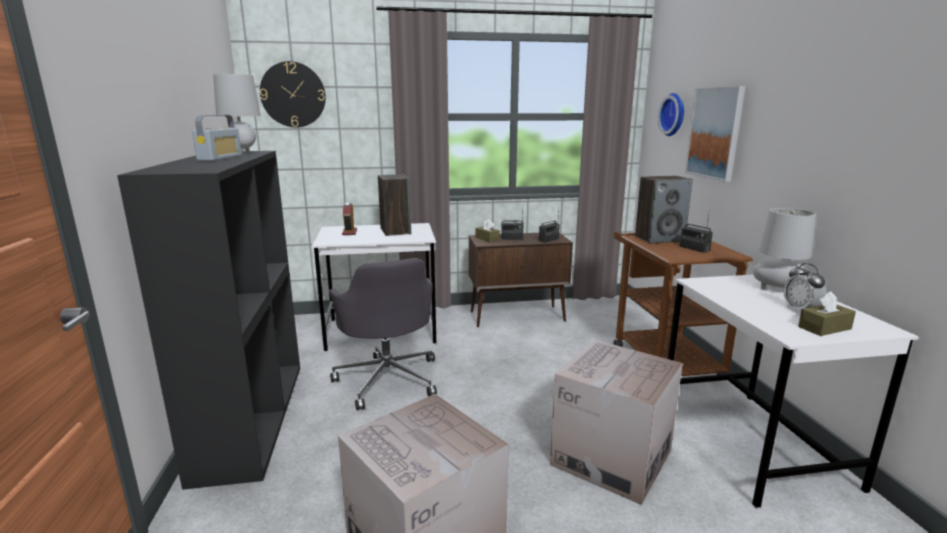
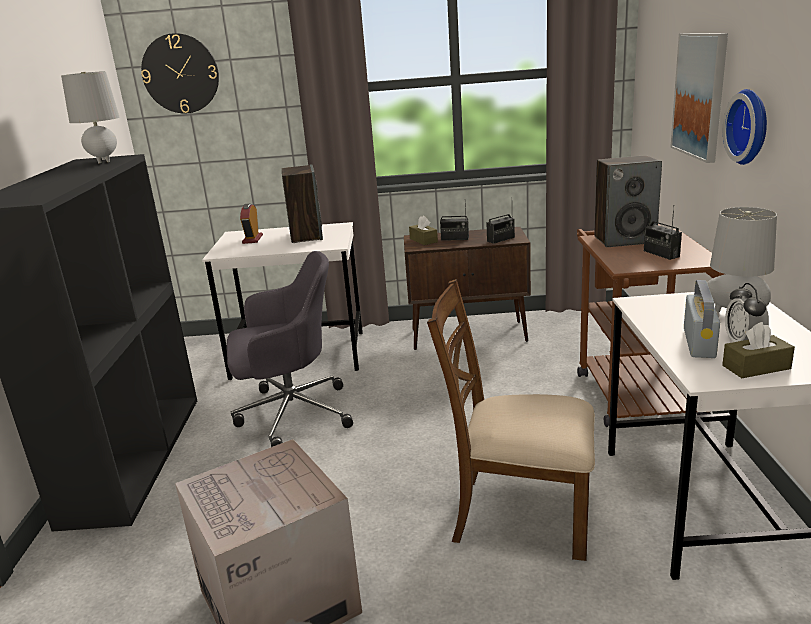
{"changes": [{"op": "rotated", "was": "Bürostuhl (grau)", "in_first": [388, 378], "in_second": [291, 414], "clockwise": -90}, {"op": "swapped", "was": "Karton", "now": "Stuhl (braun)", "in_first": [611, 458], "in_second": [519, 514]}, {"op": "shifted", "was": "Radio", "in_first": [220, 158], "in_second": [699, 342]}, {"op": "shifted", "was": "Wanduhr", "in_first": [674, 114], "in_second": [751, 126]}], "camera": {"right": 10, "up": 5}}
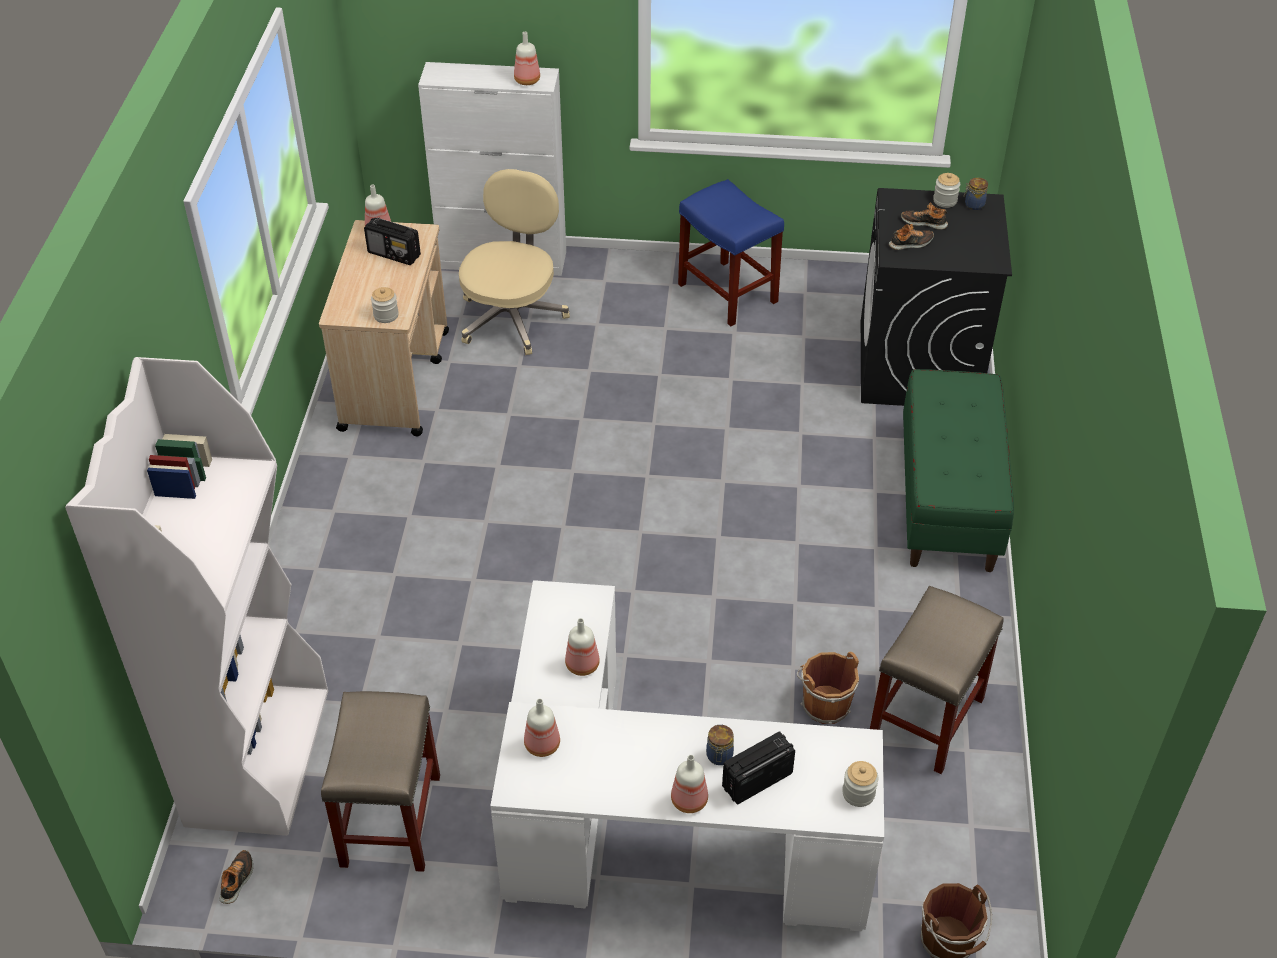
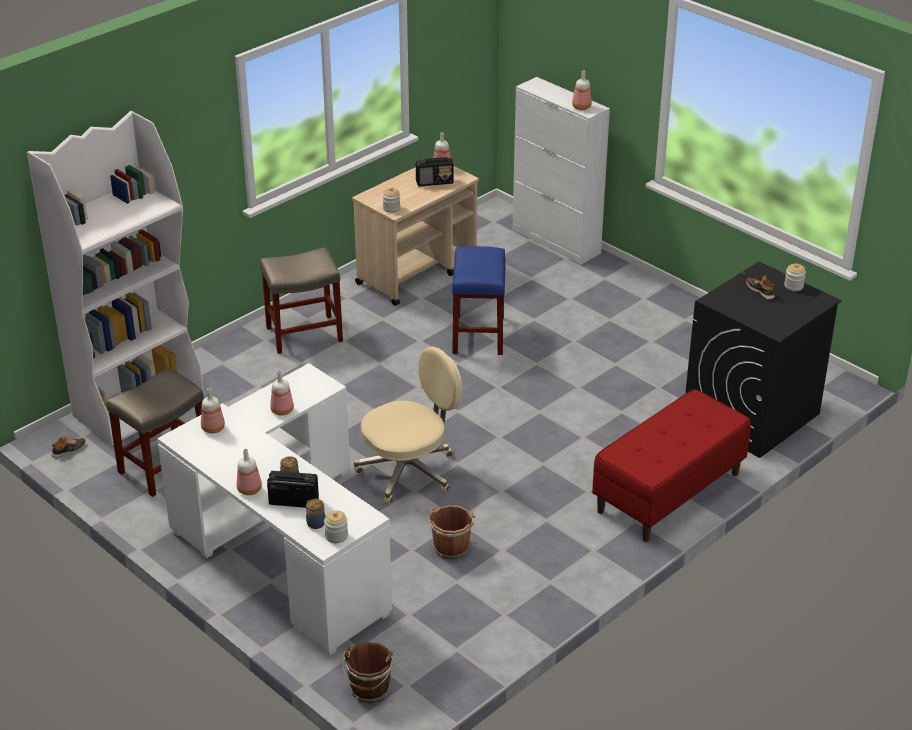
{"changes": [{"op": "shifted", "was": "Hocker (beige)", "in_first": [926, 720], "in_second": [303, 334]}, {"op": "shifted", "was": "Vorratsglas", "in_first": [973, 205], "in_second": [315, 523]}, {"op": "shifted", "was": "Bürostuhl (beige)", "in_first": [512, 317], "in_second": [409, 470]}, {"op": "rotated", "was": "Radio", "in_first": [394, 254], "in_second": [435, 182], "clockwise": -75}, {"op": "shifted", "was": "Hocker (blau)", "in_first": [726, 292], "in_second": [478, 334]}, {"op": "repainted", "was": "Bank (grün)", "now": "Bank (rot)", "in_first": [948, 501], "in_second": [669, 493]}, {"op": "gone", "was": "Schuh", "in_first": [911, 243]}], "camera": {"right": 40, "up": -10}}
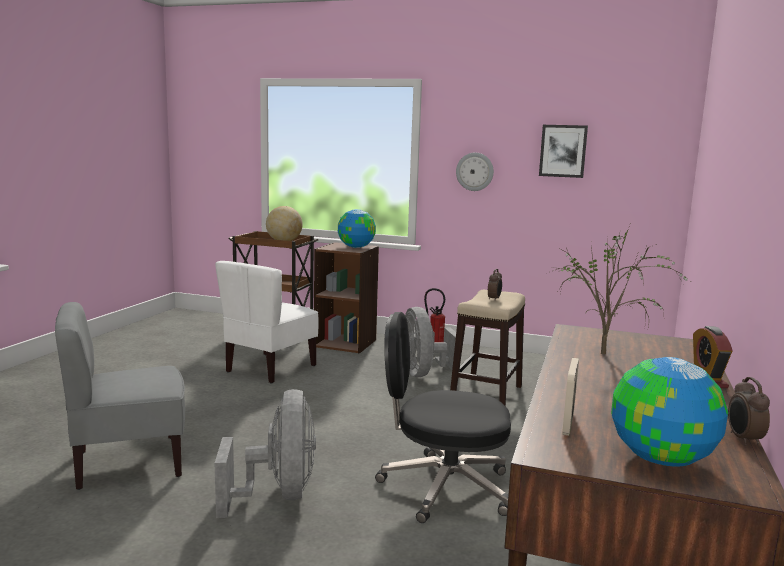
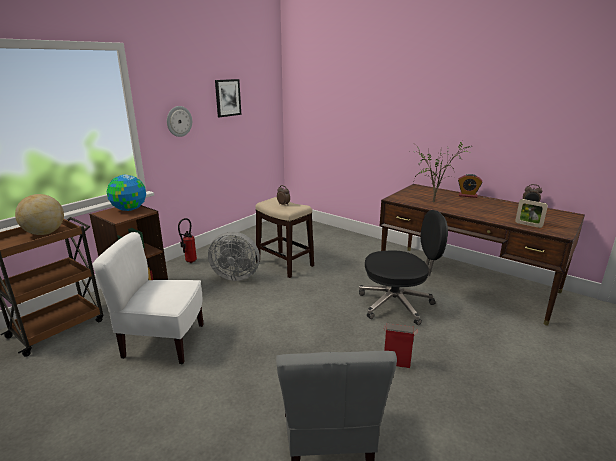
{"changes": [{"op": "rotated", "was": "Stuhl (weiß)", "in_first": [270, 368], "in_second": [163, 342], "clockwise": 135}, {"op": "rotated", "was": "Bürostuhl (schwarz)", "in_first": [443, 487], "in_second": [397, 304], "clockwise": -120}, {"op": "swapped", "was": "Ventilator (grau)", "now": "Karton", "in_first": [278, 495], "in_second": [397, 364]}, {"op": "gone", "was": "Globus", "in_first": [660, 459]}], "camera": {"right": -70, "up": 10}}
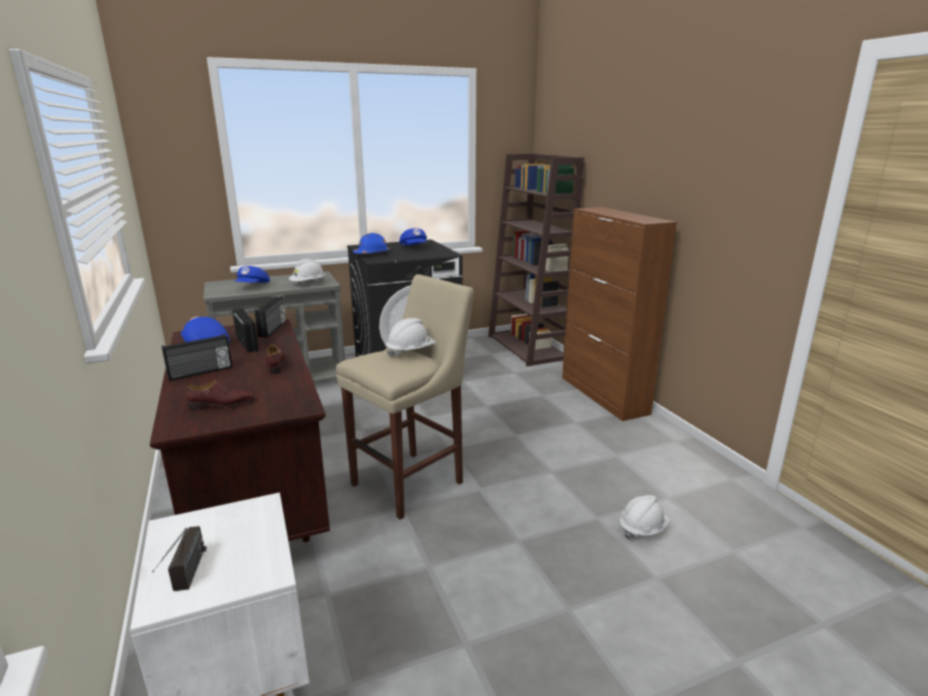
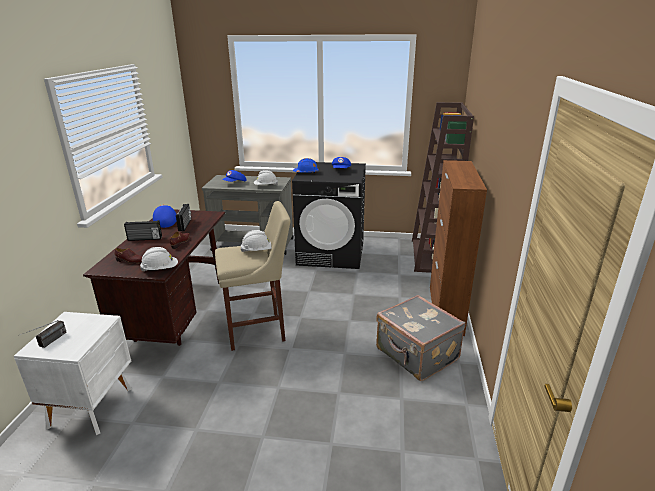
{"changes": [{"op": "shifted", "was": "Schutzhelm (weiß)", "in_first": [642, 529], "in_second": [160, 269]}, {"op": "new", "now": "Koffer (grau)", "in_second": [416, 355]}, {"op": "gone", "was": "Radio", "in_first": [273, 329]}], "camera": {"right": 30, "up": 5}}
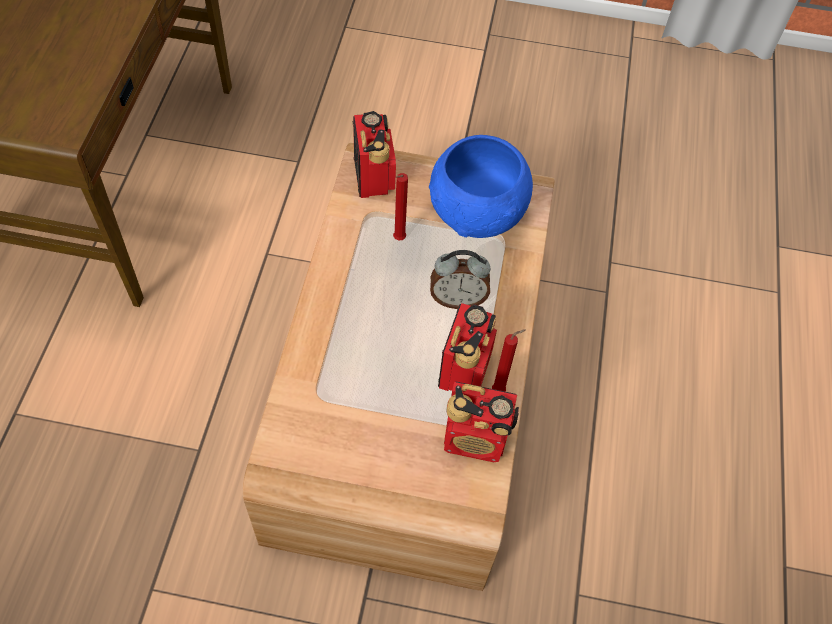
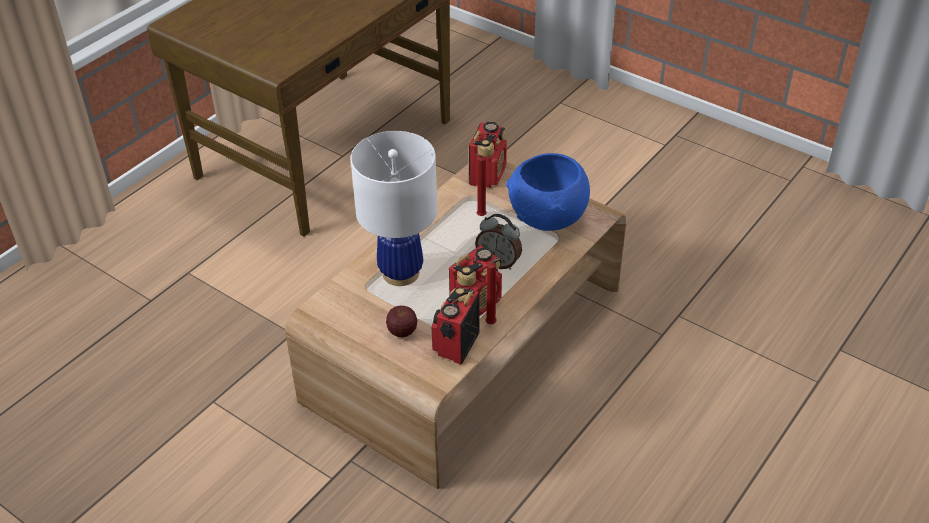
{"changes": [{"op": "new", "now": "Tischlampe (weiß)", "in_second": [401, 273]}, {"op": "new", "now": "Apfel", "in_second": [402, 332]}, {"op": "rotated", "was": "Radio", "in_first": [475, 439], "in_second": [456, 345], "clockwise": 75}], "camera": {"right": 30, "up": -15}}
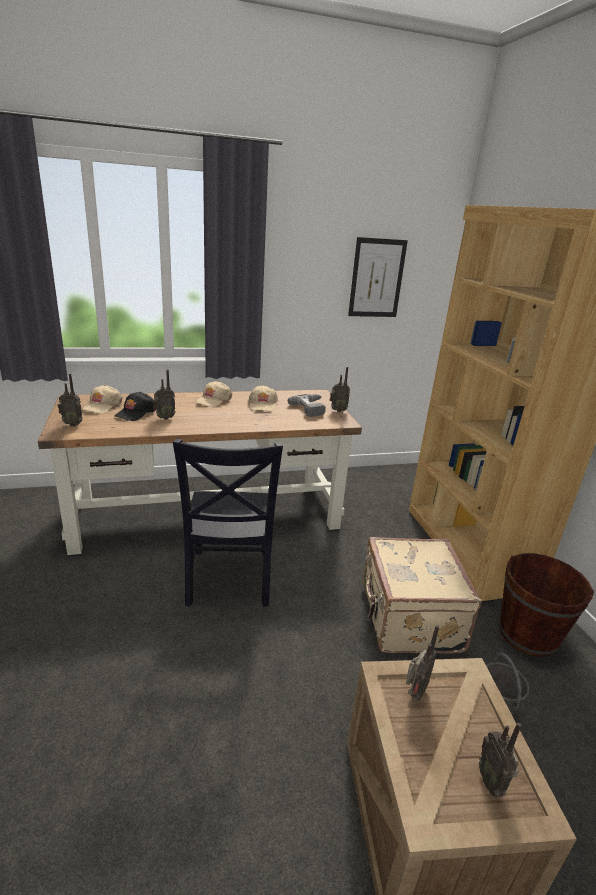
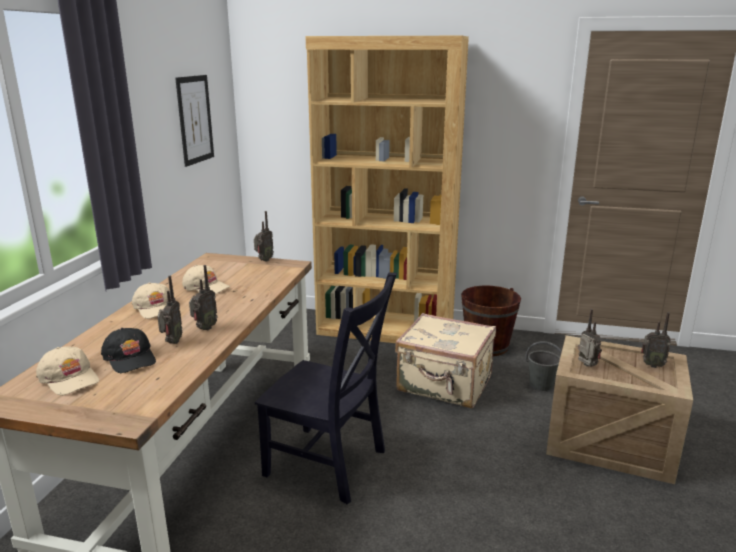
{"changes": [{"op": "shifted", "was": "Radio", "in_first": [73, 424], "in_second": [204, 328]}, {"op": "gone", "was": "Bohrmaschine", "in_first": [312, 408]}], "camera": {"right": -60, "up": -5}}
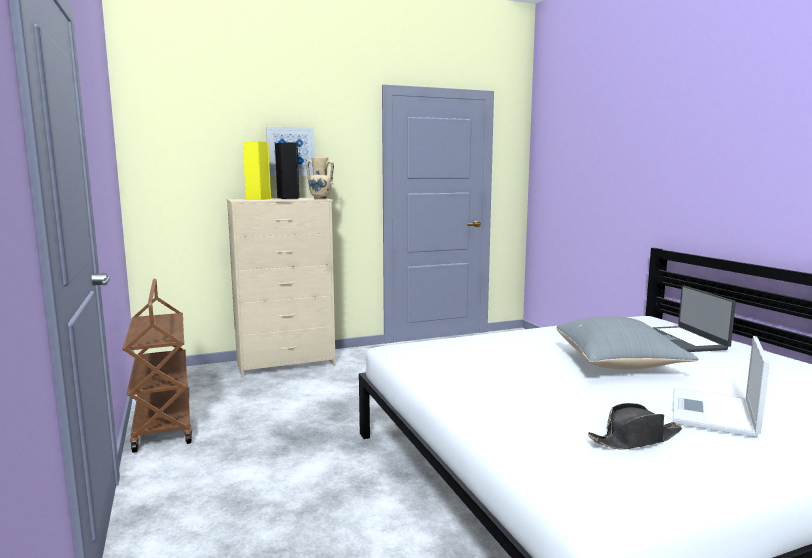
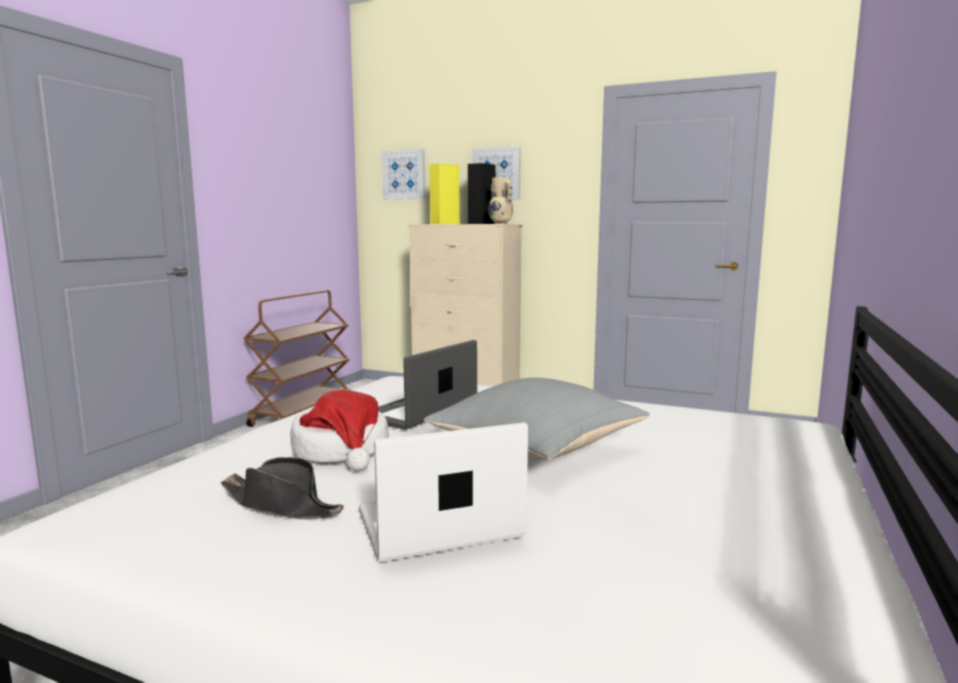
{"changes": [{"op": "new", "now": "Hut", "in_second": [342, 450]}, {"op": "shifted", "was": "Laptop", "in_first": [683, 339], "in_second": [420, 411]}, {"op": "new", "now": "Bild", "in_second": [404, 174]}], "camera": {"right": 45, "up": 0}}
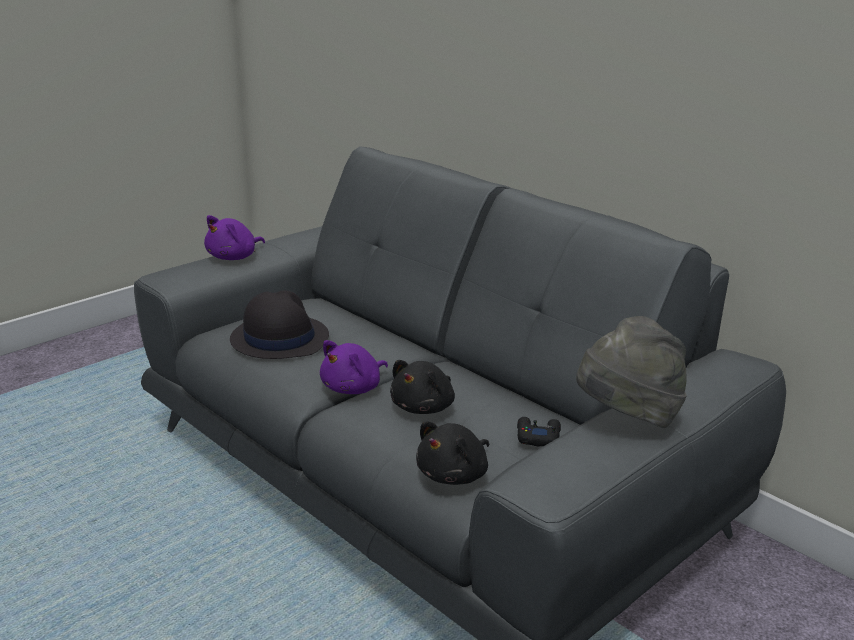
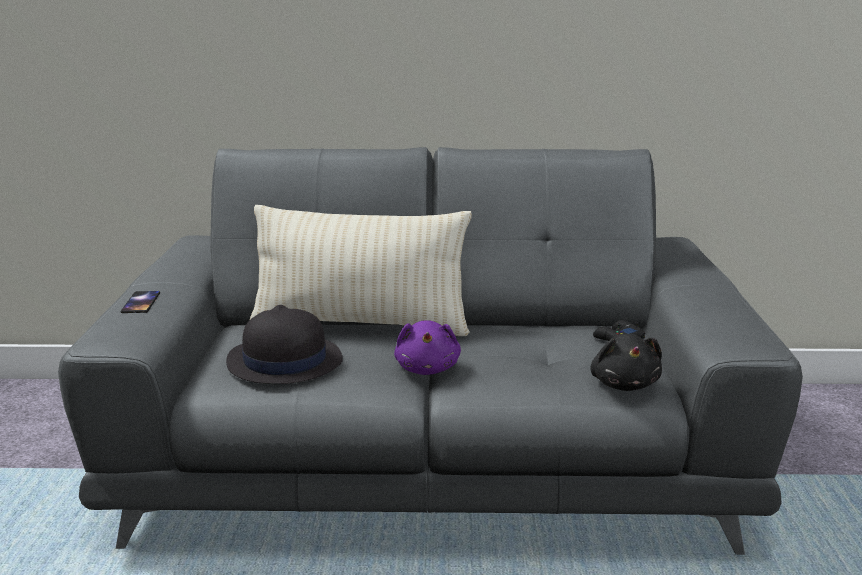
{"changes": [{"op": "swapped", "was": "Plüschtier (lila)", "now": "Handy", "in_first": [234, 257], "in_second": [141, 302]}, {"op": "new", "now": "Kissen (beige)", "in_second": [360, 325]}, {"op": "gone", "was": "Plüschtier (schwarz)", "in_first": [424, 407]}, {"op": "gone", "was": "Hut (grau)", "in_first": [627, 419]}], "camera": {"right": -45, "up": -5}}
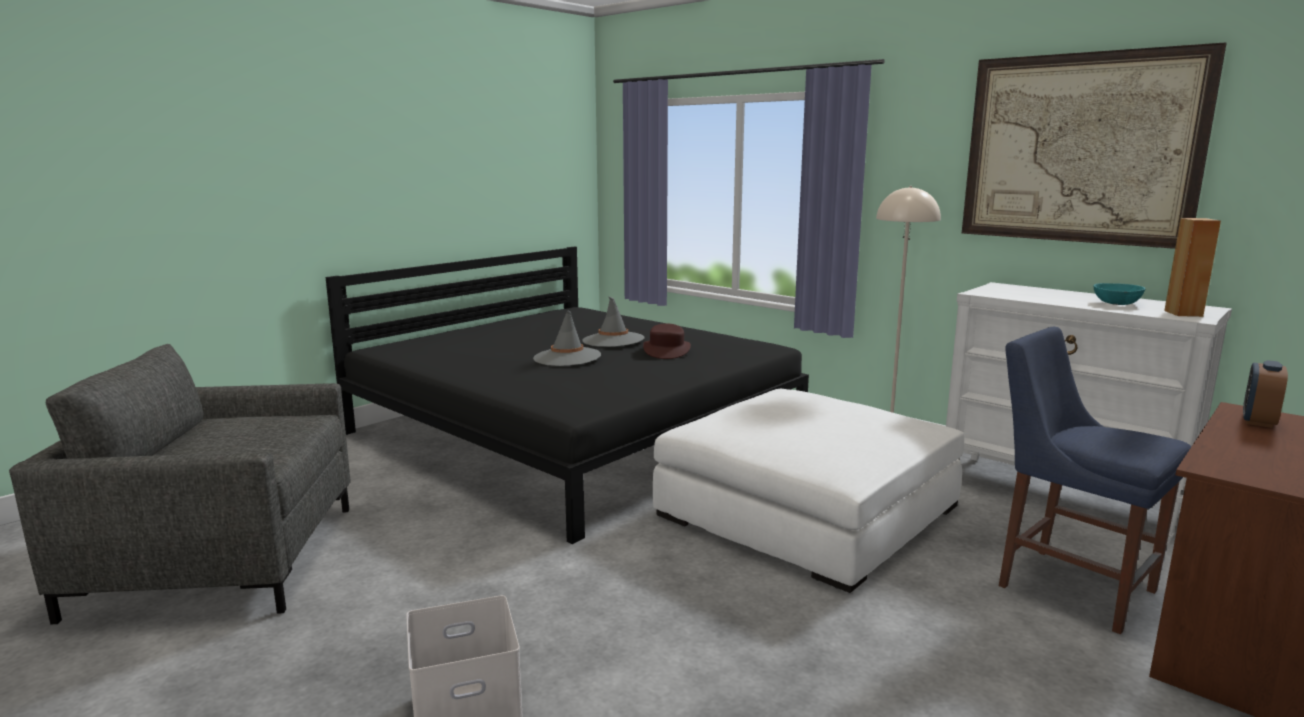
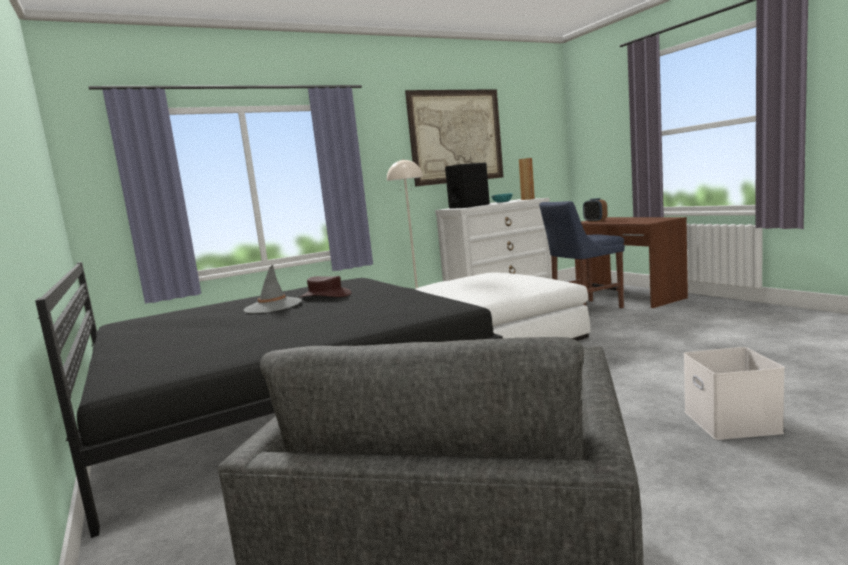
{"changes": [{"op": "new", "now": "Lautsprecher (schwarz)", "in_second": [469, 206]}, {"op": "gone", "was": "Hut (grau)", "in_first": [567, 357]}], "camera": {"right": -70, "up": -5}}
